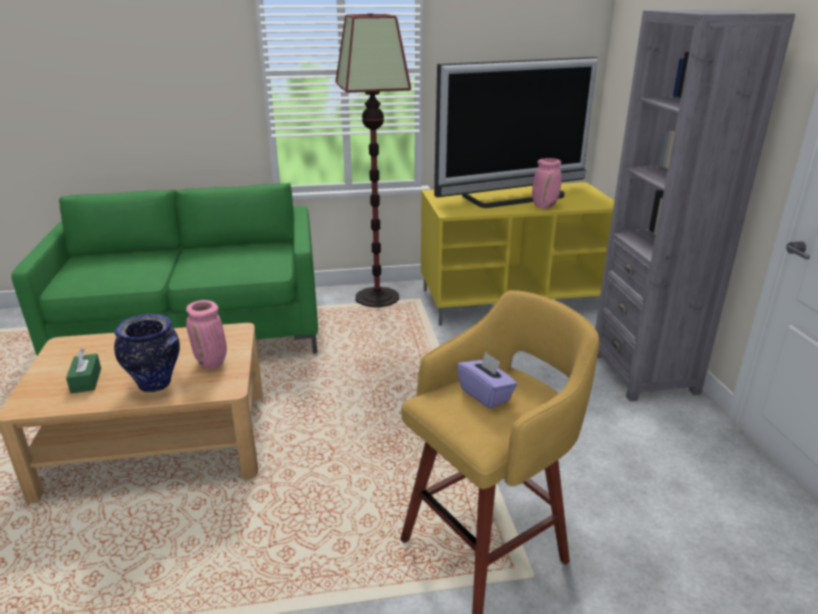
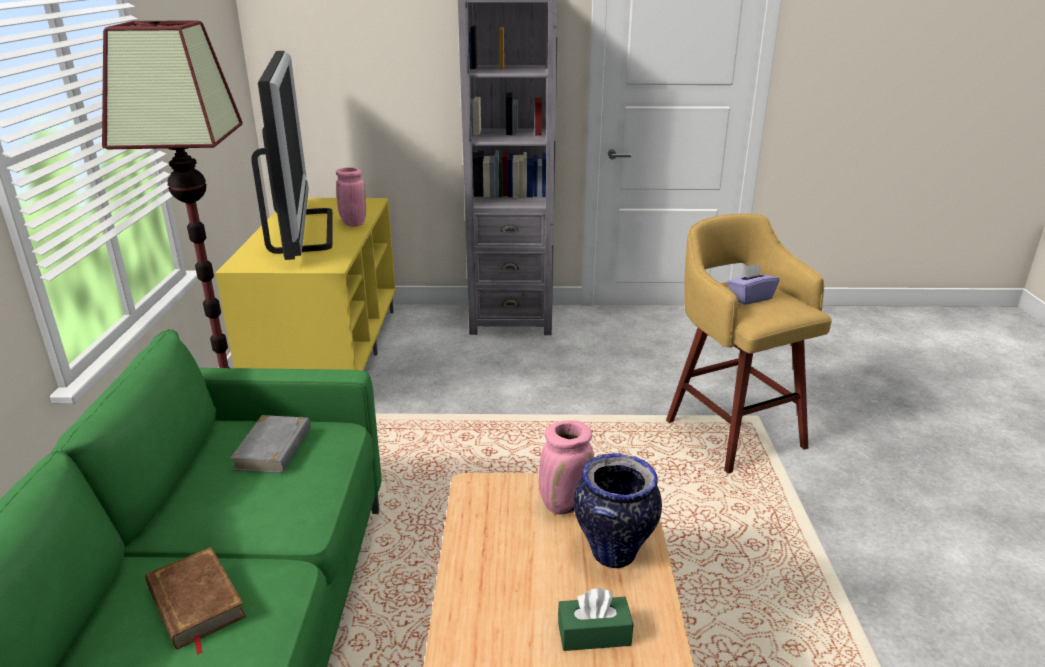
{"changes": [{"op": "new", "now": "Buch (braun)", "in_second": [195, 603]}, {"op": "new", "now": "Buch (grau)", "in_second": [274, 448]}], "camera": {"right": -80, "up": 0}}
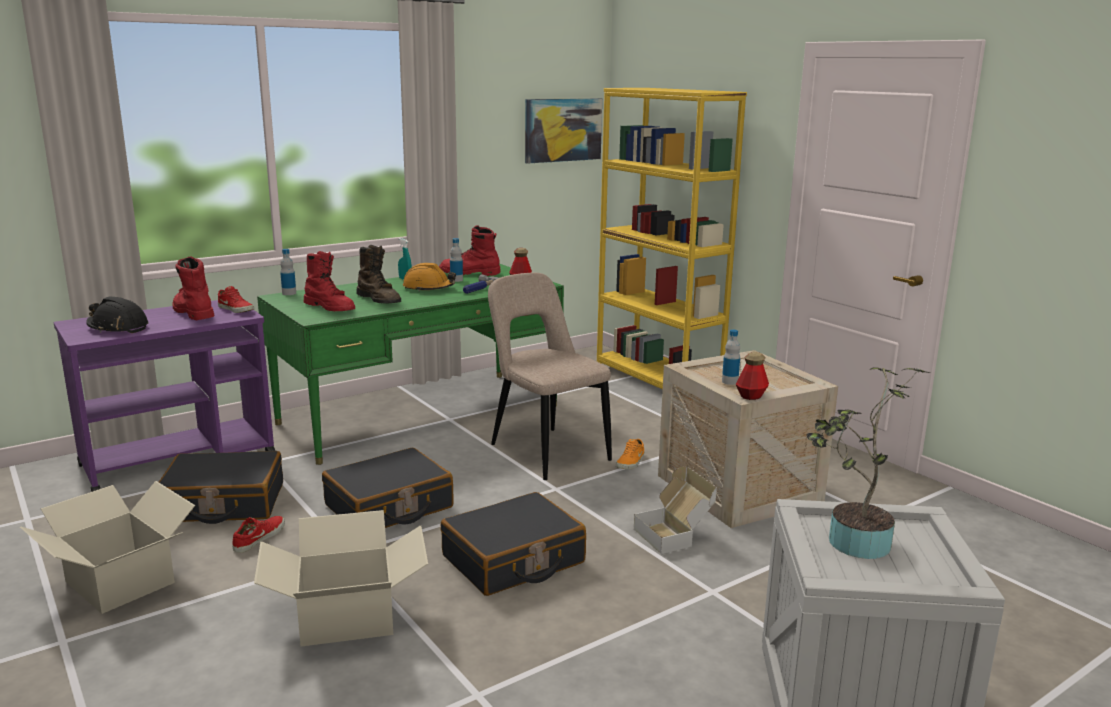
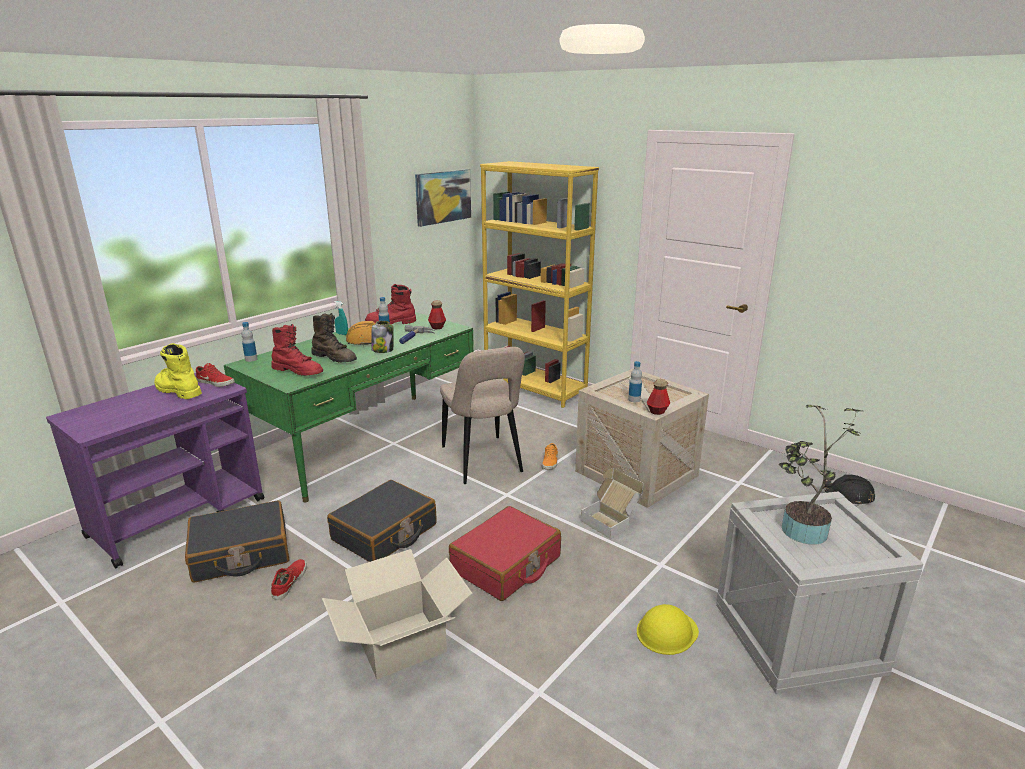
{"changes": [{"op": "repainted", "was": "Stiefel (rot)", "now": "Stiefel (gelb)", "in_first": [192, 313], "in_second": [177, 391]}, {"op": "new", "now": "Vorratsglas", "in_second": [383, 350]}, {"op": "rotated", "was": "Stuhl (beige)", "in_first": [546, 451], "in_second": [483, 462], "clockwise": -150}, {"op": "repainted", "was": "Koffer (schwarz)", "now": "Koffer (rot)", "in_first": [513, 560], "in_second": [506, 564]}, {"op": "new", "now": "Schutzhelm (gelb)", "in_second": [667, 632]}, {"op": "shifted", "was": "Schutzhelm (schwarz)", "in_first": [118, 327], "in_second": [848, 496]}, {"op": "gone", "was": "Karton", "in_first": [121, 581]}], "camera": {"right": -15, "up": 5}}
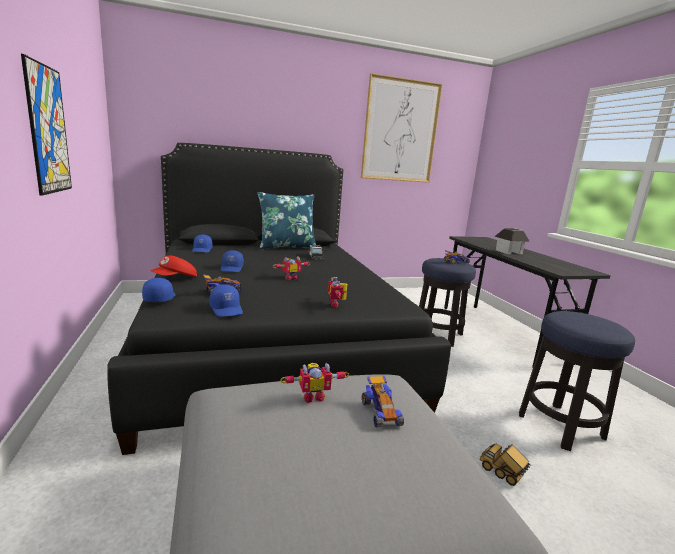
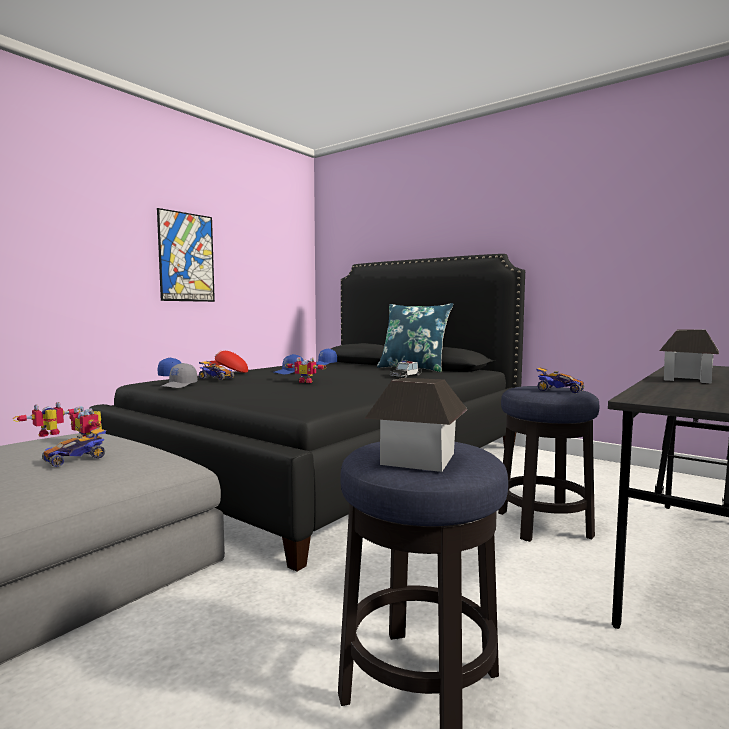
{"changes": [{"op": "shifted", "was": "Spielzeugroboter", "in_first": [336, 304], "in_second": [50, 435]}, {"op": "repainted", "was": "Kappe (blau)", "now": "Kappe (grau)", "in_first": [227, 309], "in_second": [179, 385]}, {"op": "new", "now": "Spielzeughaus", "in_second": [417, 458]}, {"op": "gone", "was": "Bild", "in_first": [400, 131]}, {"op": "gone", "was": "Spielzeuglaster", "in_first": [502, 473]}], "camera": {"right": 55, "up": -10}}
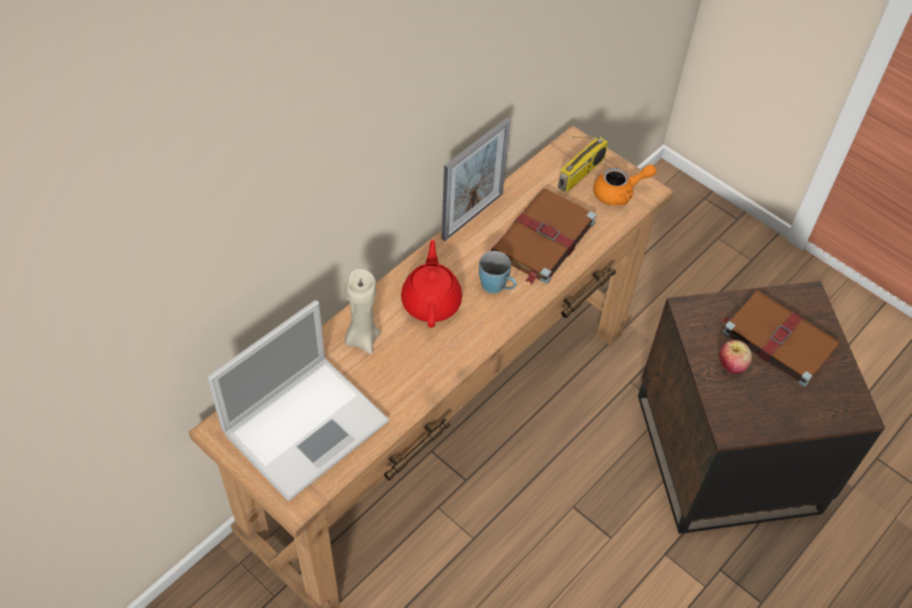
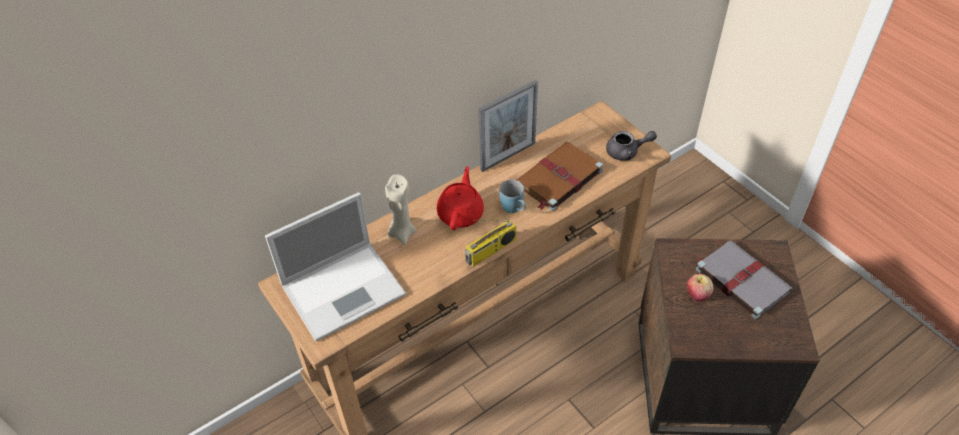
{"changes": [{"op": "shifted", "was": "Radio", "in_first": [581, 173], "in_second": [490, 251]}, {"op": "repainted", "was": "Teekanne (orange)", "now": "Teekanne (grau)", "in_first": [619, 193], "in_second": [627, 152]}, {"op": "repainted", "was": "Buch (braun)", "now": "Buch (grau)", "in_first": [777, 338], "in_second": [741, 279]}], "camera": {"right": 15, "up": -5}}
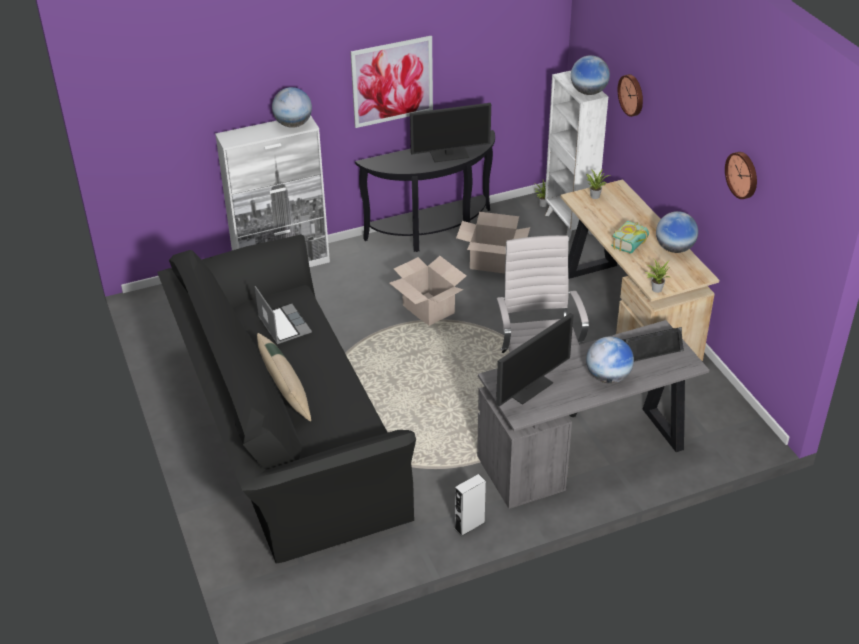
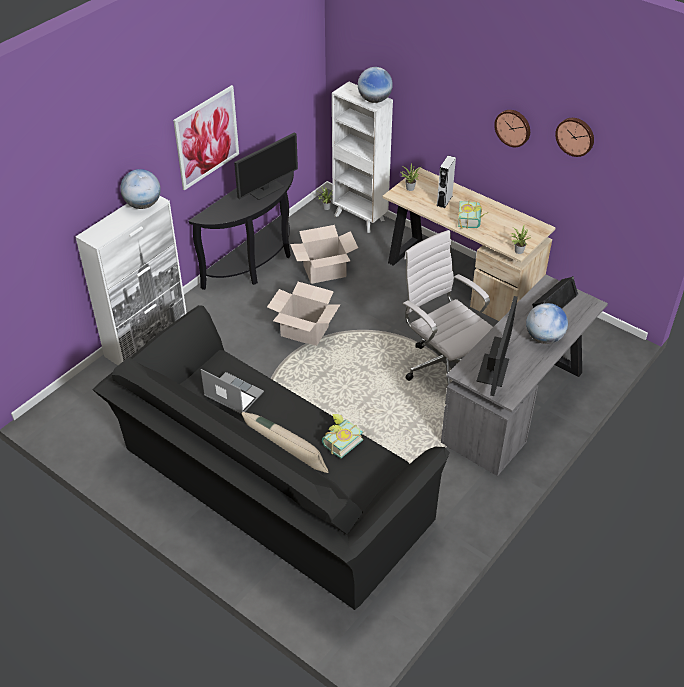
{"changes": [{"op": "new", "now": "Buch", "in_second": [339, 441]}, {"op": "shifted", "was": "Lautsprecher (grau)", "in_first": [469, 525], "in_second": [444, 200]}, {"op": "shifted", "was": "Wanduhr", "in_first": [632, 95], "in_second": [513, 127]}, {"op": "gone", "was": "Globus", "in_first": [674, 248]}], "camera": {"right": -30, "up": 5}}
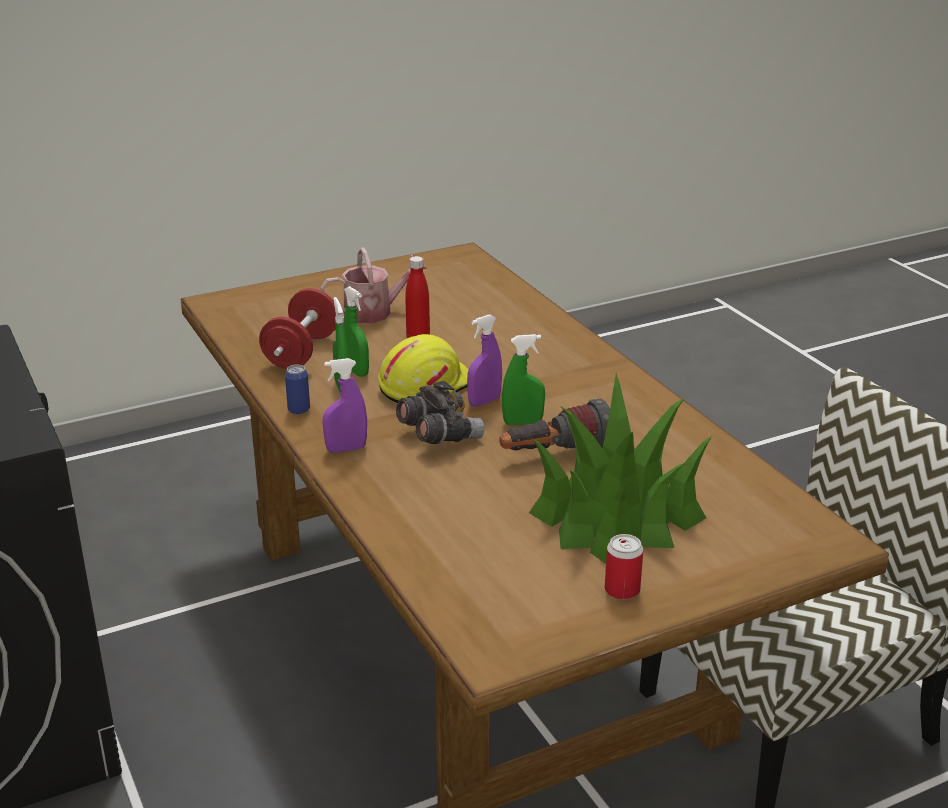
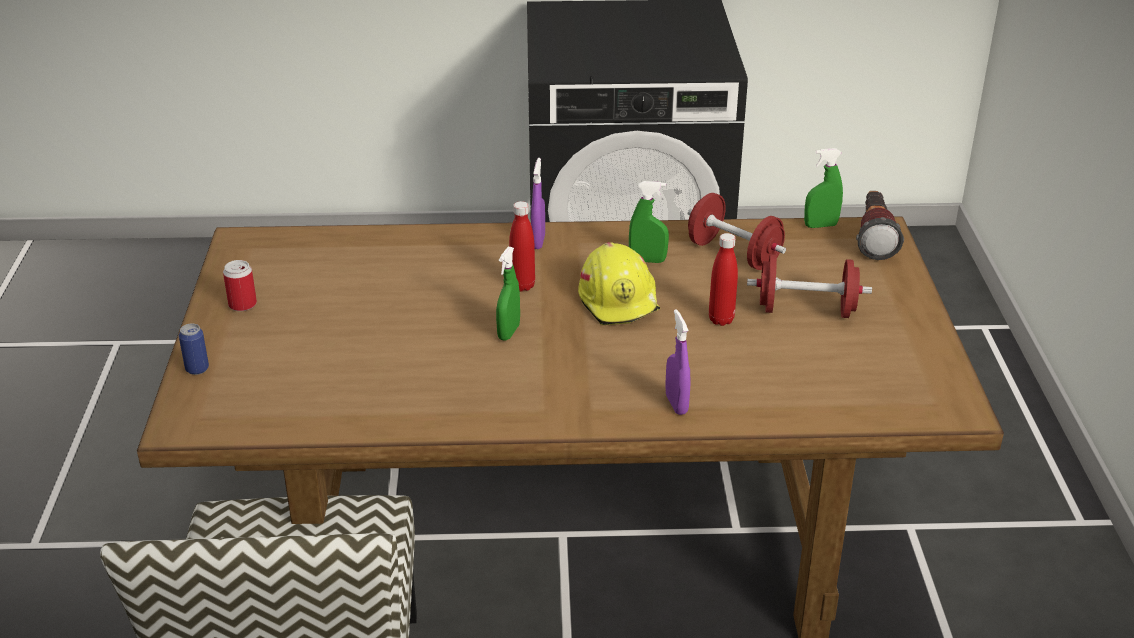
{"changes": [{"op": "shifted", "was": "Dose", "in_first": [299, 410], "in_second": [197, 369]}, {"op": "swapped", "was": "Fernglas (grau)", "now": "Flasche (rot)", "in_first": [439, 436], "in_second": [522, 286]}, {"op": "shifted", "was": "Sprühflasche (lila)", "in_first": [484, 402], "in_second": [676, 404]}, {"op": "swapped", "was": "Gießkanne", "now": "Hantel (rot)", "in_first": [374, 312], "in_second": [806, 310]}, {"op": "shifted", "was": "Sprühflasche (grün)", "in_first": [356, 371], "in_second": [820, 225]}, {"op": "shifted", "was": "Taschenlampe", "in_first": [554, 455], "in_second": [874, 238]}, {"op": "gone", "was": "Topfpflanze", "in_first": [616, 517]}], "camera": {"right": 115, "up": 5}}
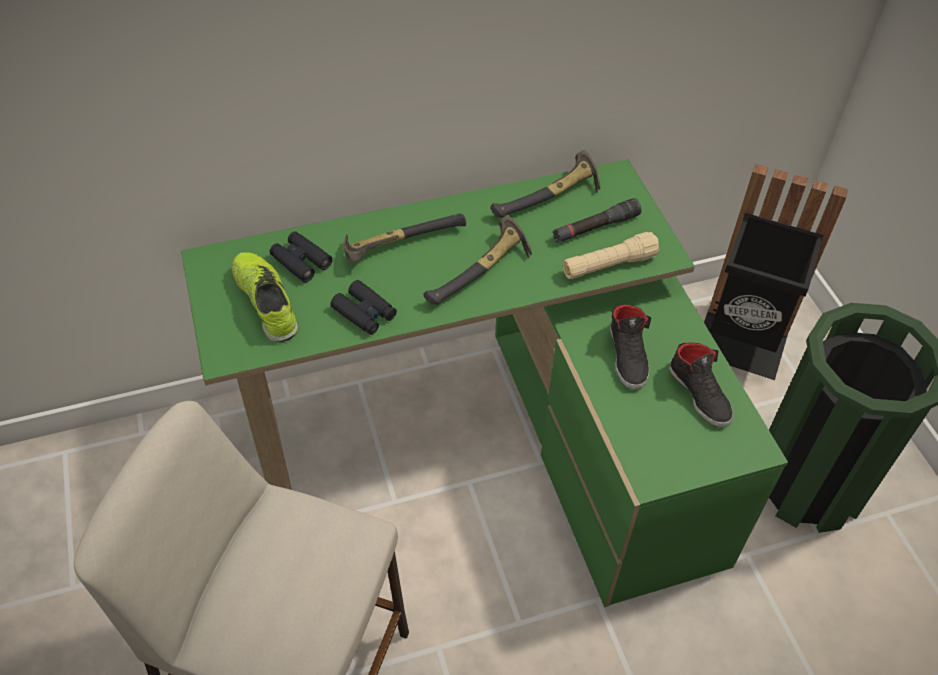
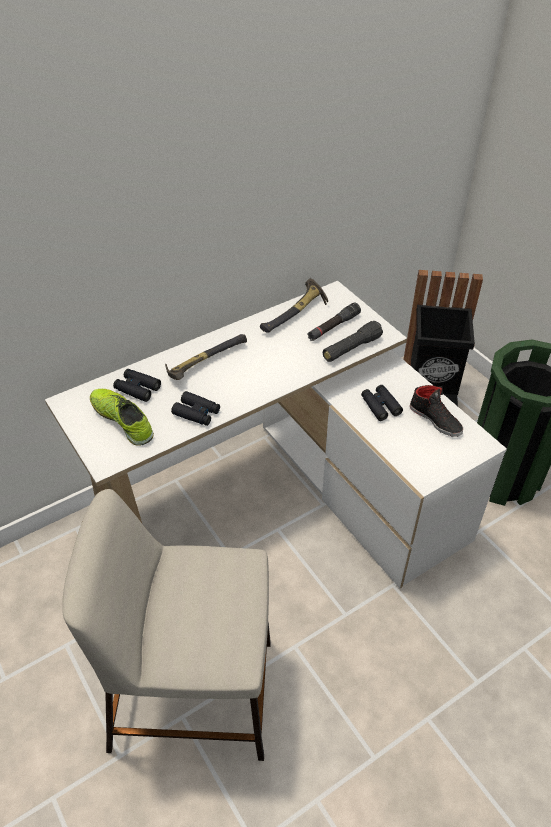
{"changes": [{"op": "repainted", "was": "Schreibtisch (grün)", "now": "Schreibtisch (weiß)", "in_first": [493, 434], "in_second": [283, 493]}, {"op": "repainted", "was": "Taschenlampe (beige)", "now": "Taschenlampe (schwarz)", "in_first": [609, 265], "in_second": [351, 348]}, {"op": "swapped", "was": "Schuh (schwarz)", "now": "Fernglas (schwarz)", "in_first": [628, 356], "in_second": [380, 406]}, {"op": "gone", "was": "Hammer", "in_first": [482, 273]}], "camera": {"right": -15, "up": -5}}
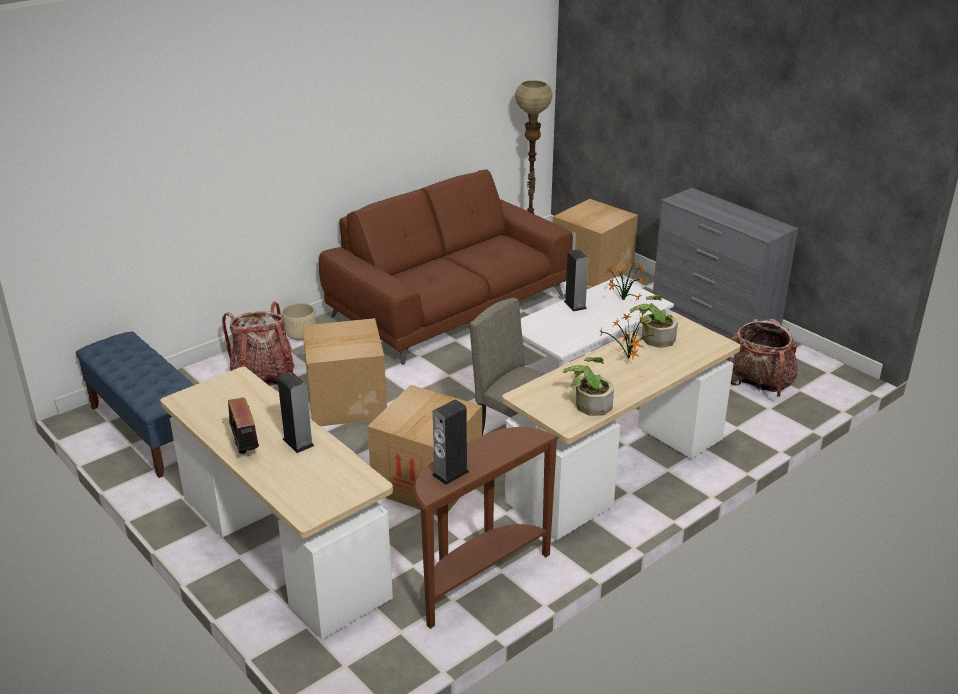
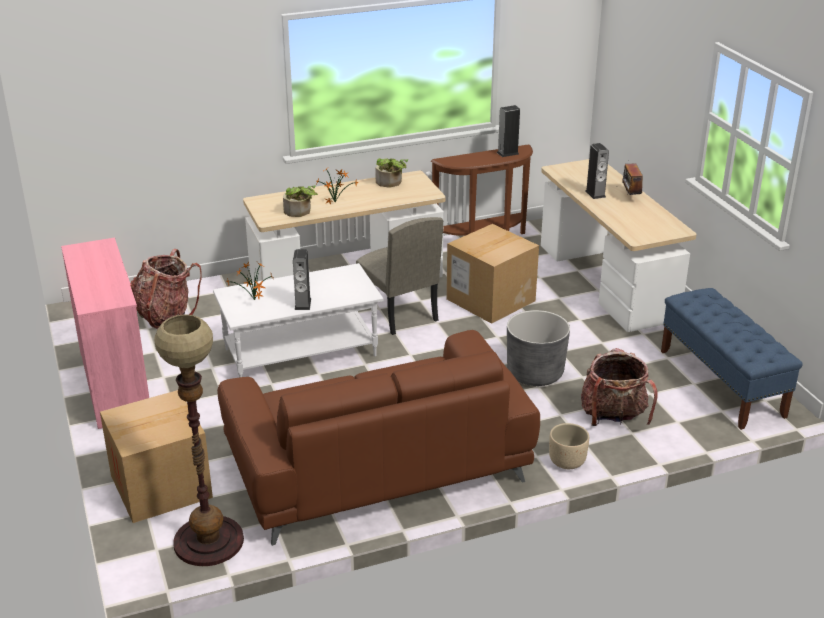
{"changes": [{"op": "repainted", "was": "Kommode (grau)", "now": "Kommode (rosa)", "in_first": [713, 319], "in_second": [116, 384]}, {"op": "swapped", "was": "Karton", "now": "Pflanzkübel (grau)", "in_first": [346, 402], "in_second": [535, 373]}], "camera": {"right": -160, "up": 0}}
